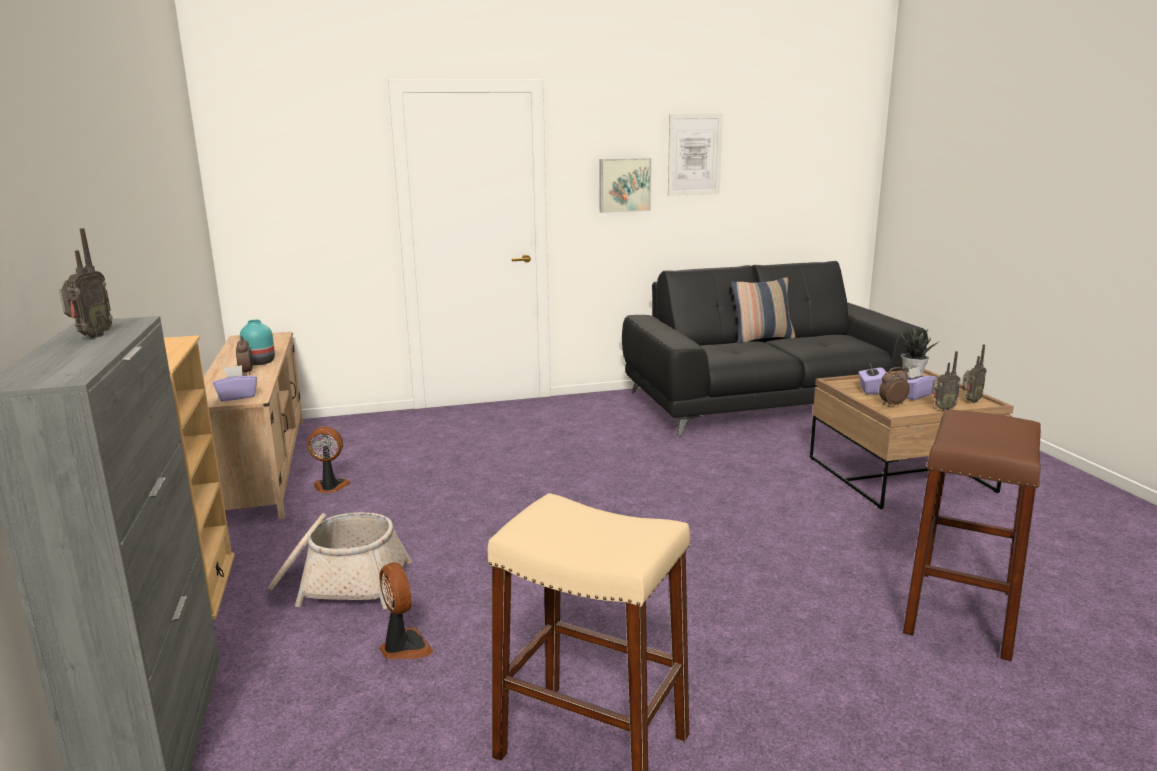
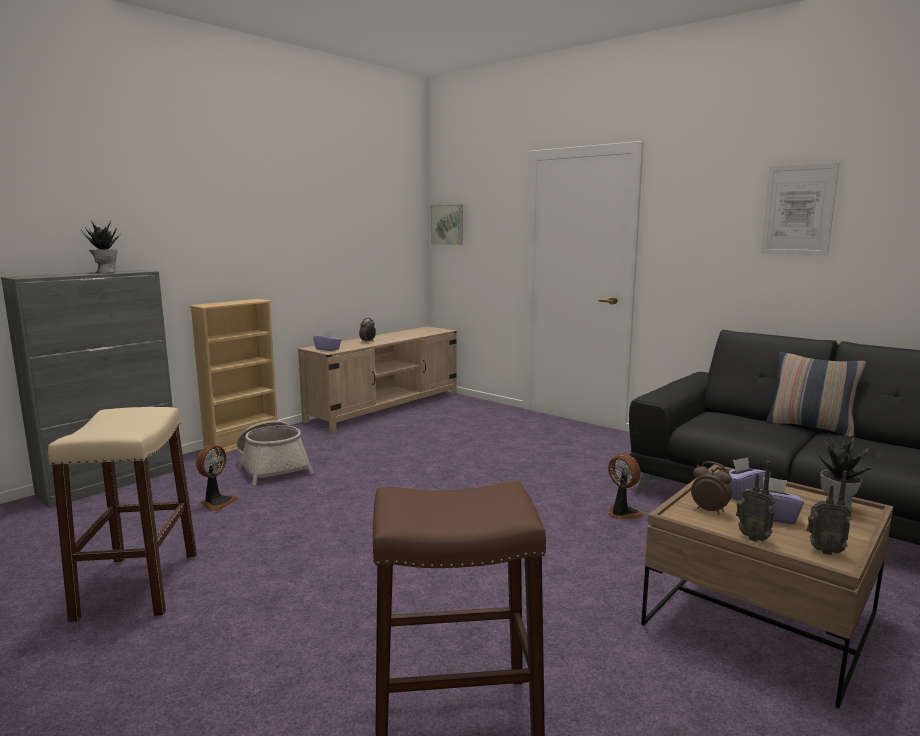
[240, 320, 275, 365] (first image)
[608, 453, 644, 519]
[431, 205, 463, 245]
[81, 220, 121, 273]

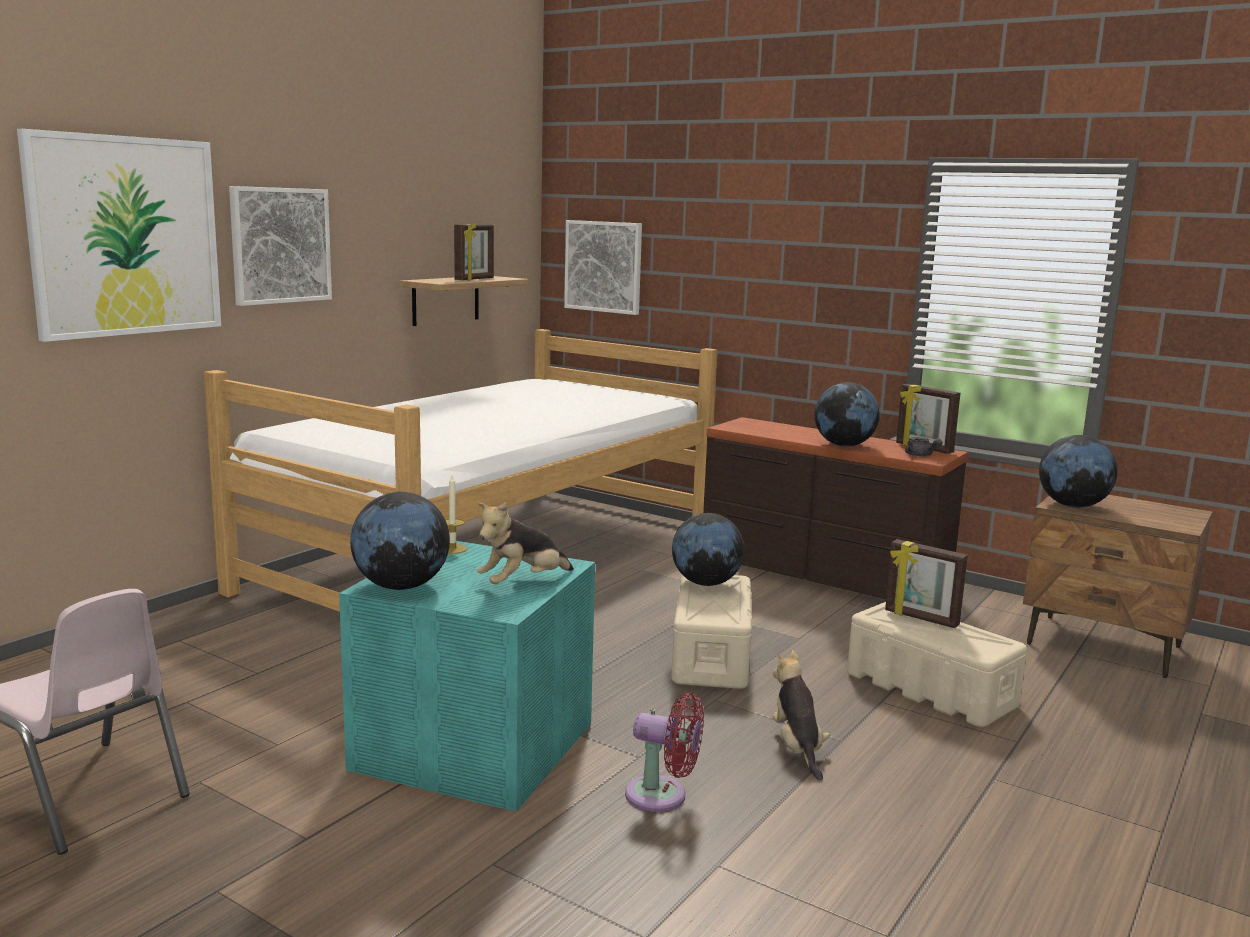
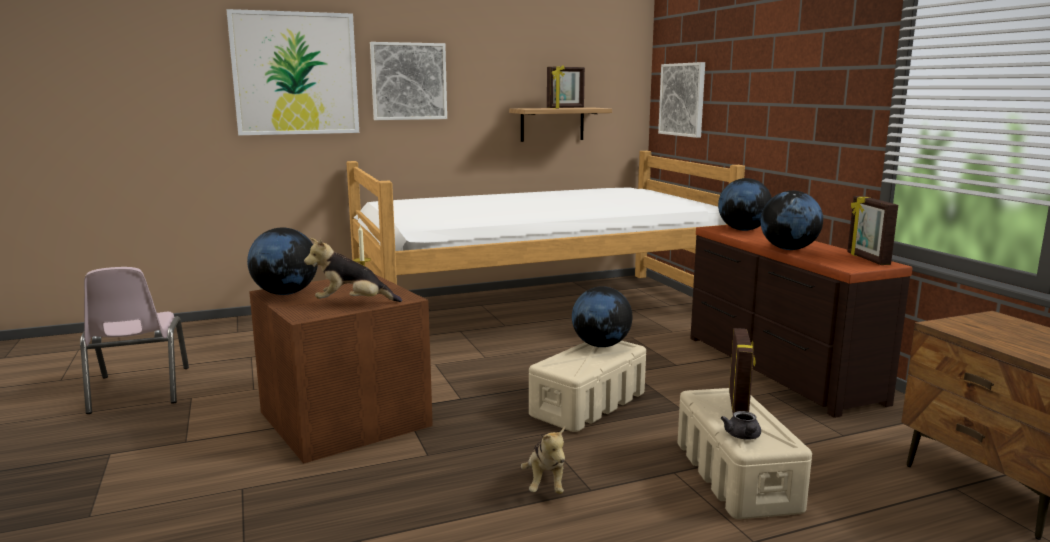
[625, 693, 704, 812] (first image)
[721, 411, 761, 440]
[718, 178, 772, 231]
[249, 274, 433, 464]
[521, 426, 565, 494]
[729, 328, 756, 414]

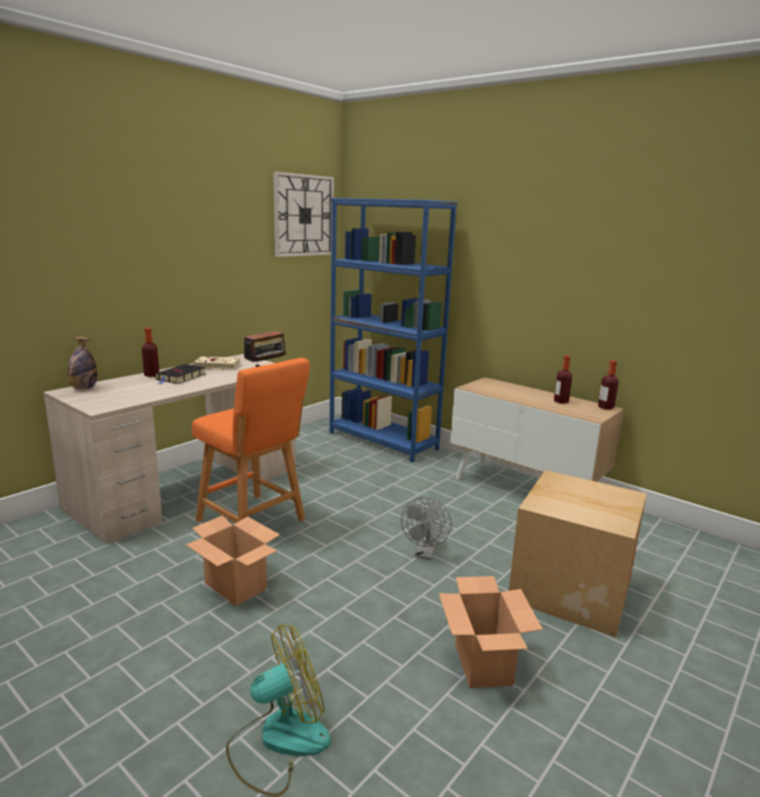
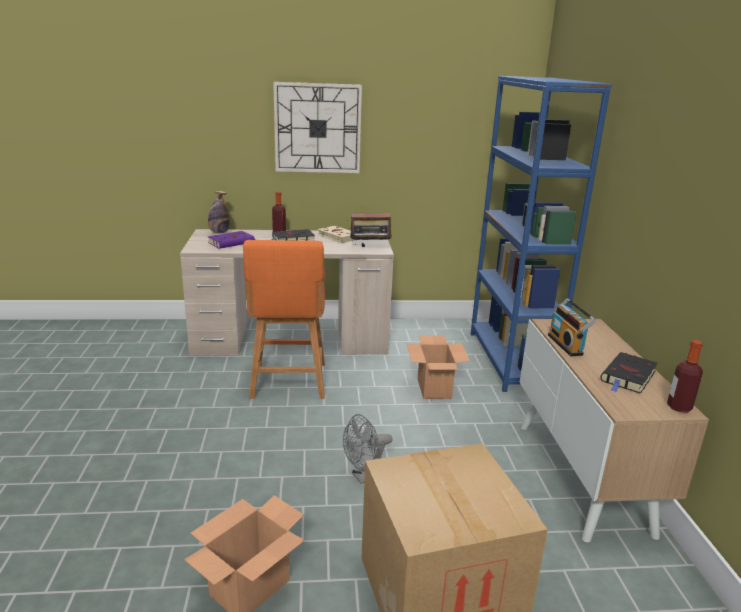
[226, 625, 331, 796] (first image)
[208, 231, 256, 249]
[548, 298, 596, 356]
[407, 336, 470, 399]
[273, 82, 362, 173]
[600, 352, 658, 394]

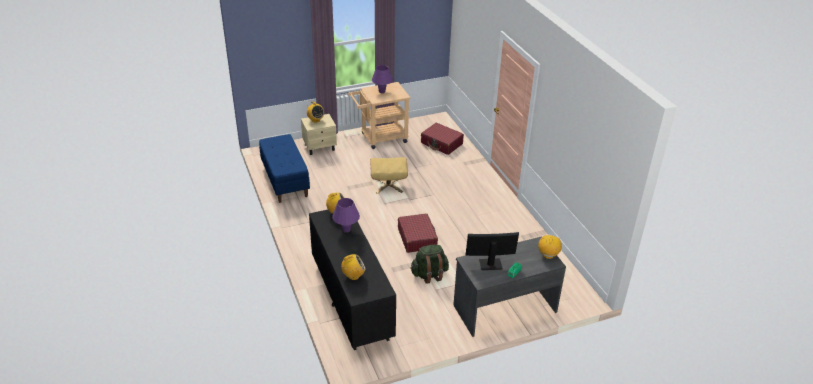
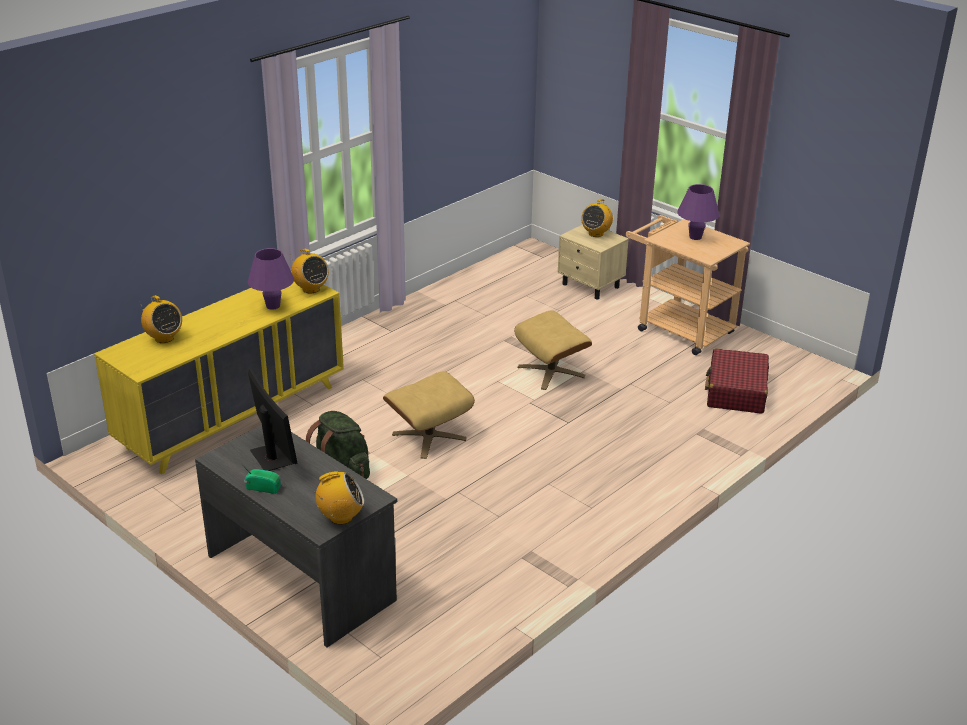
[259, 134, 310, 203] (first image)
[383, 371, 475, 459]
[94, 282, 344, 474]

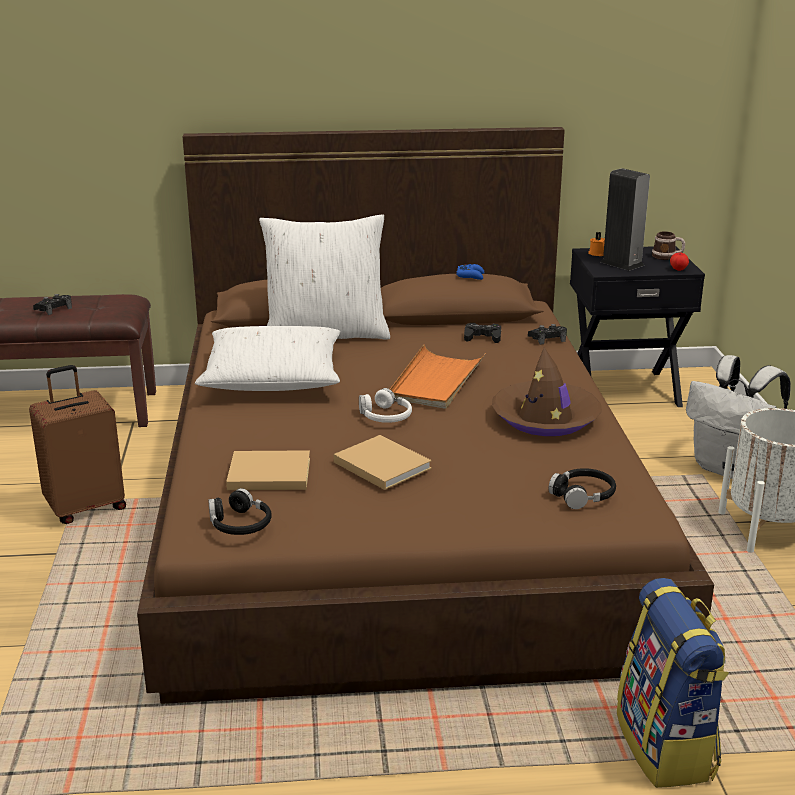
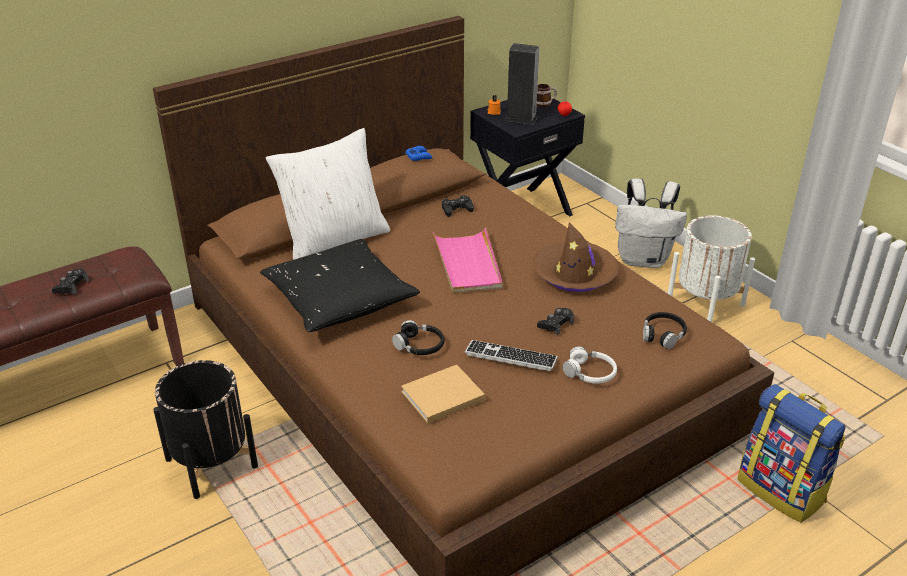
[392, 320, 444, 355]
[563, 346, 617, 384]
[537, 308, 574, 335]
[153, 360, 258, 499]
[465, 340, 558, 371]
[260, 239, 420, 332]
[433, 227, 502, 293]

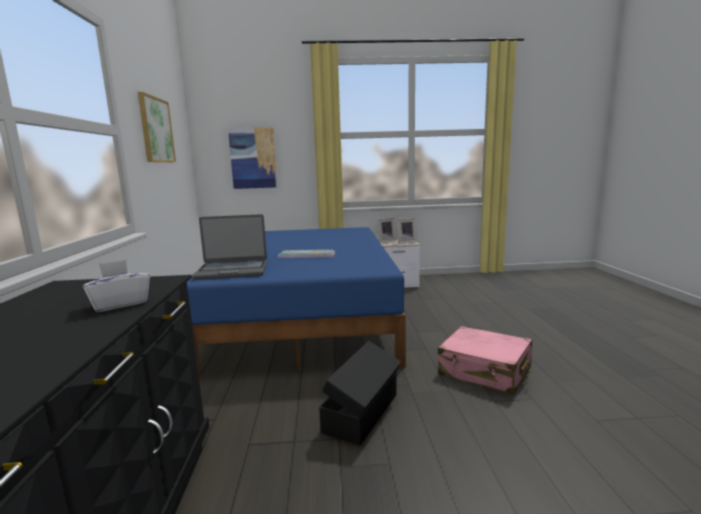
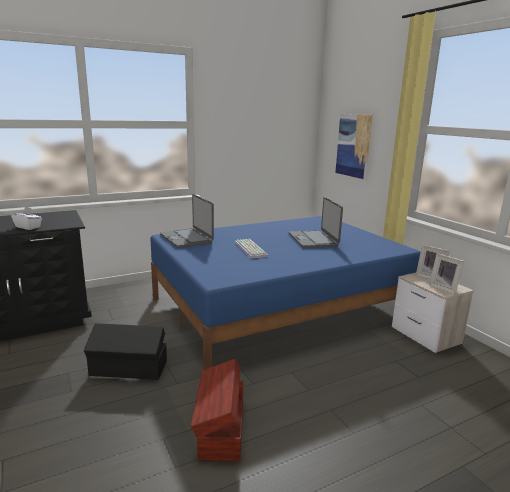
[138, 92, 176, 162] (first image)
[289, 197, 343, 248]
[191, 359, 244, 461]

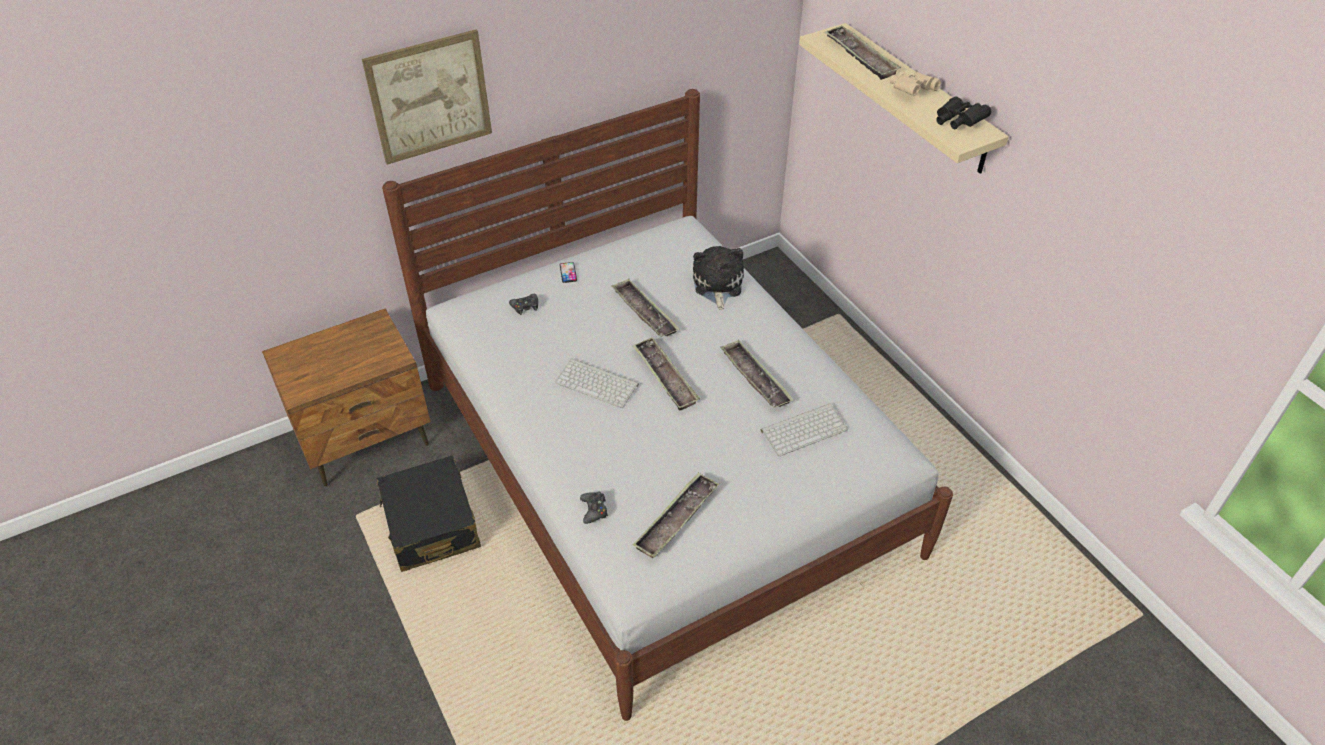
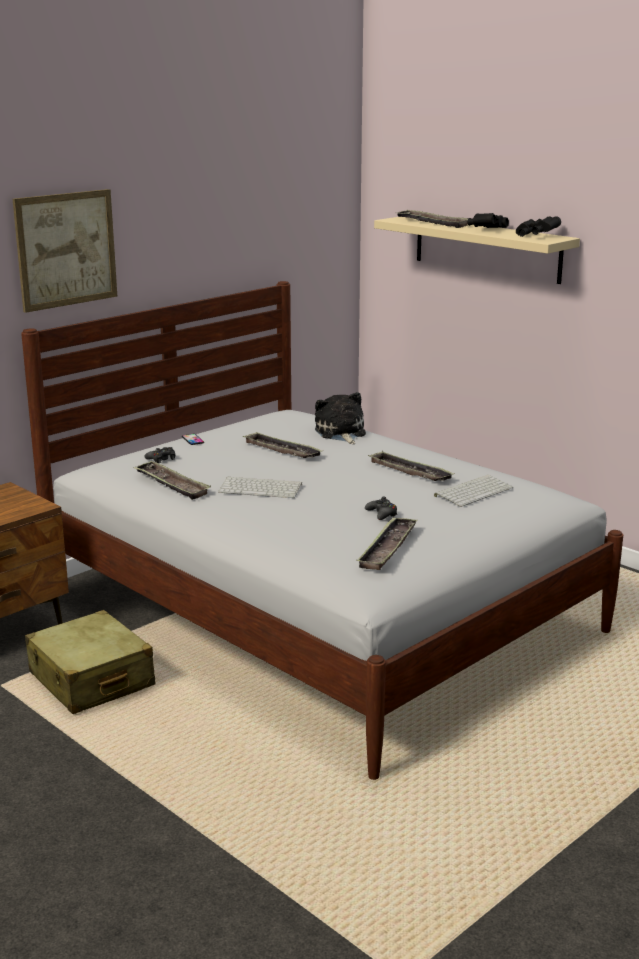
[365, 496, 397, 520]
[134, 460, 211, 500]
[25, 610, 156, 714]
[468, 213, 509, 228]

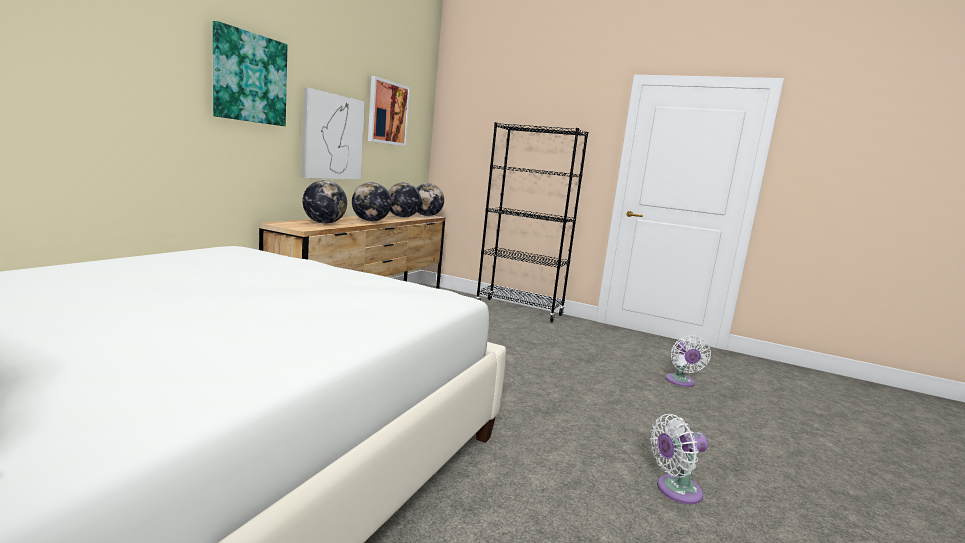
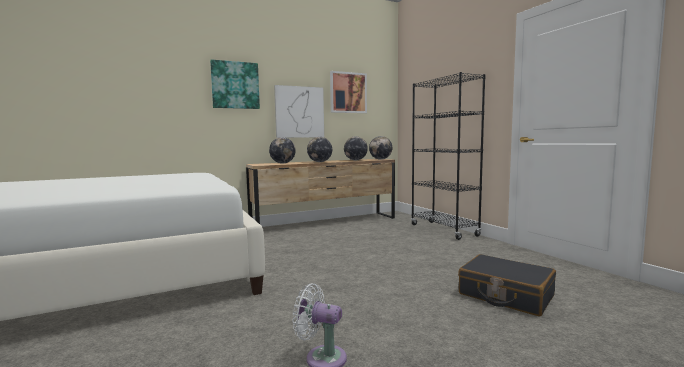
[458, 254, 556, 317]

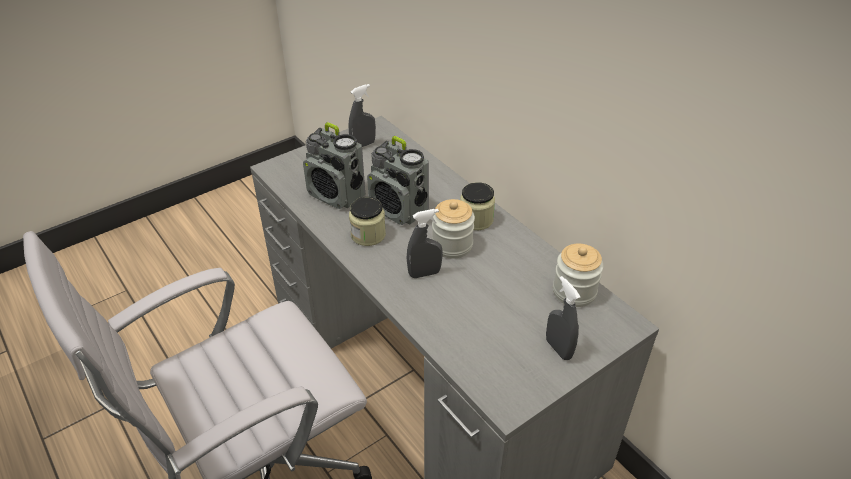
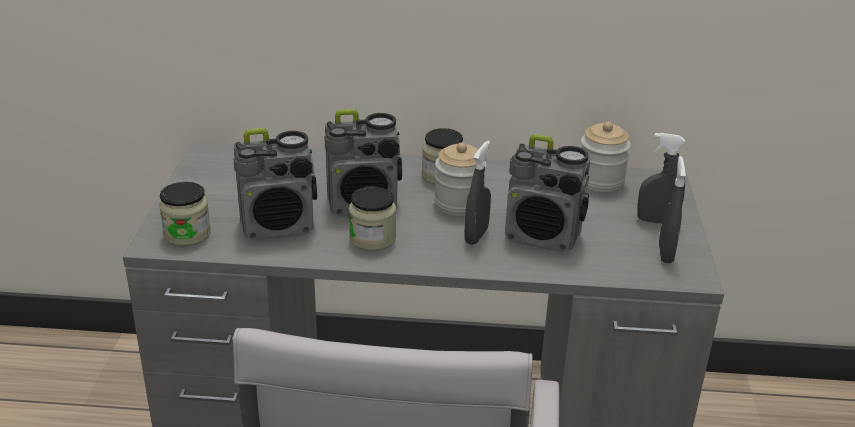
[159, 182, 211, 246]
[505, 134, 590, 252]
[659, 156, 686, 263]

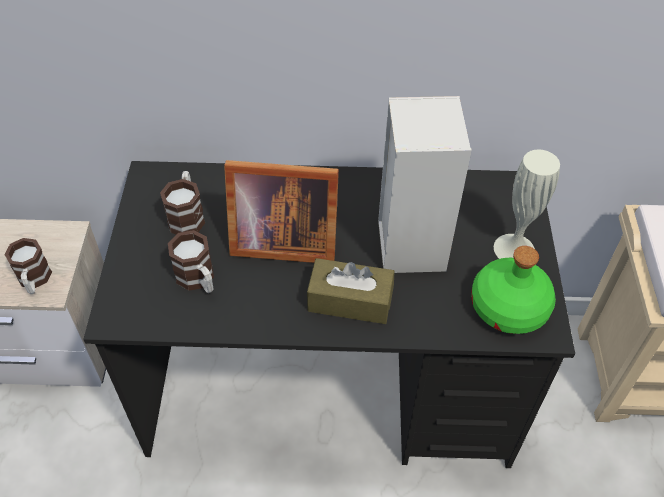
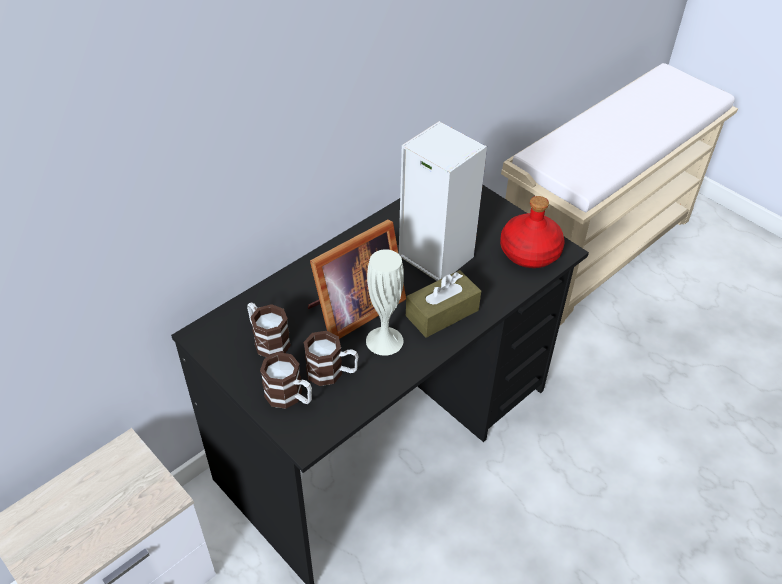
[260, 352, 312, 409]
[366, 249, 404, 356]
[500, 196, 565, 268]

